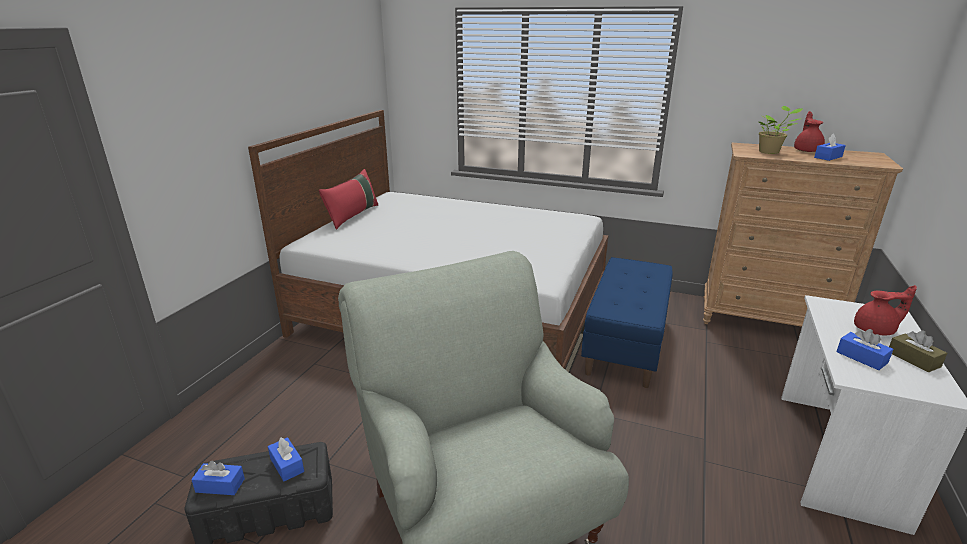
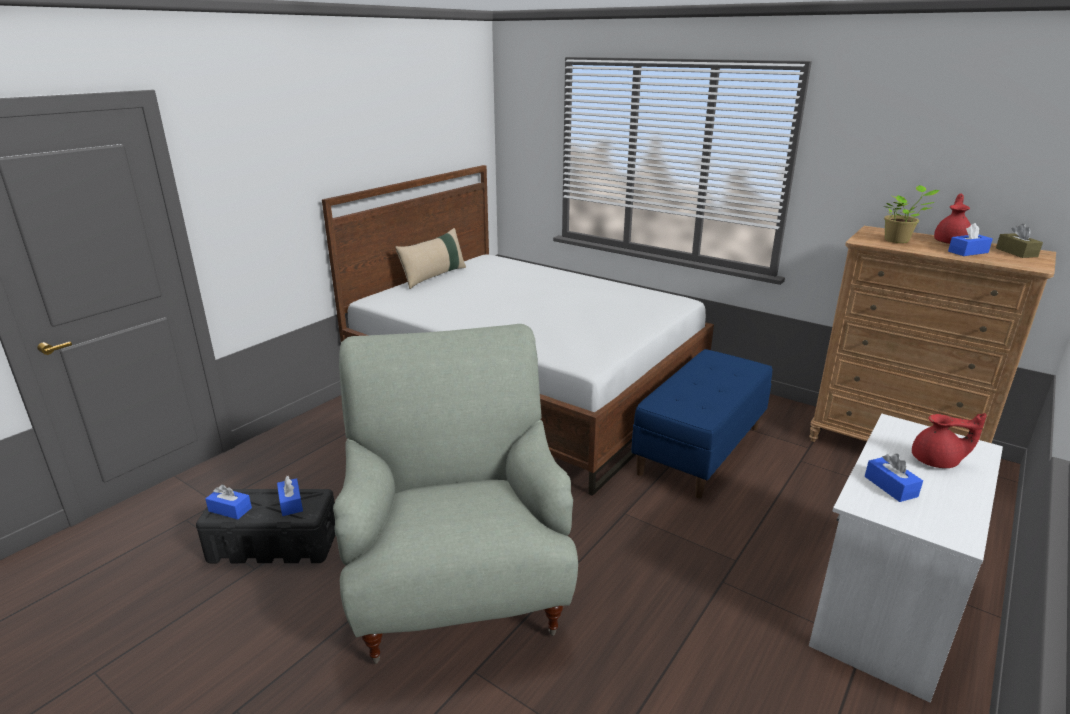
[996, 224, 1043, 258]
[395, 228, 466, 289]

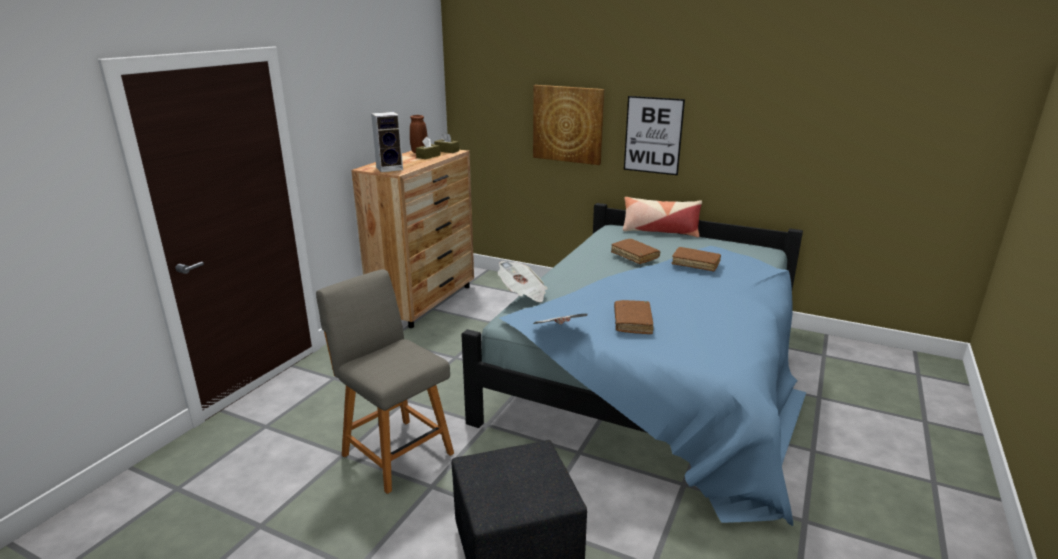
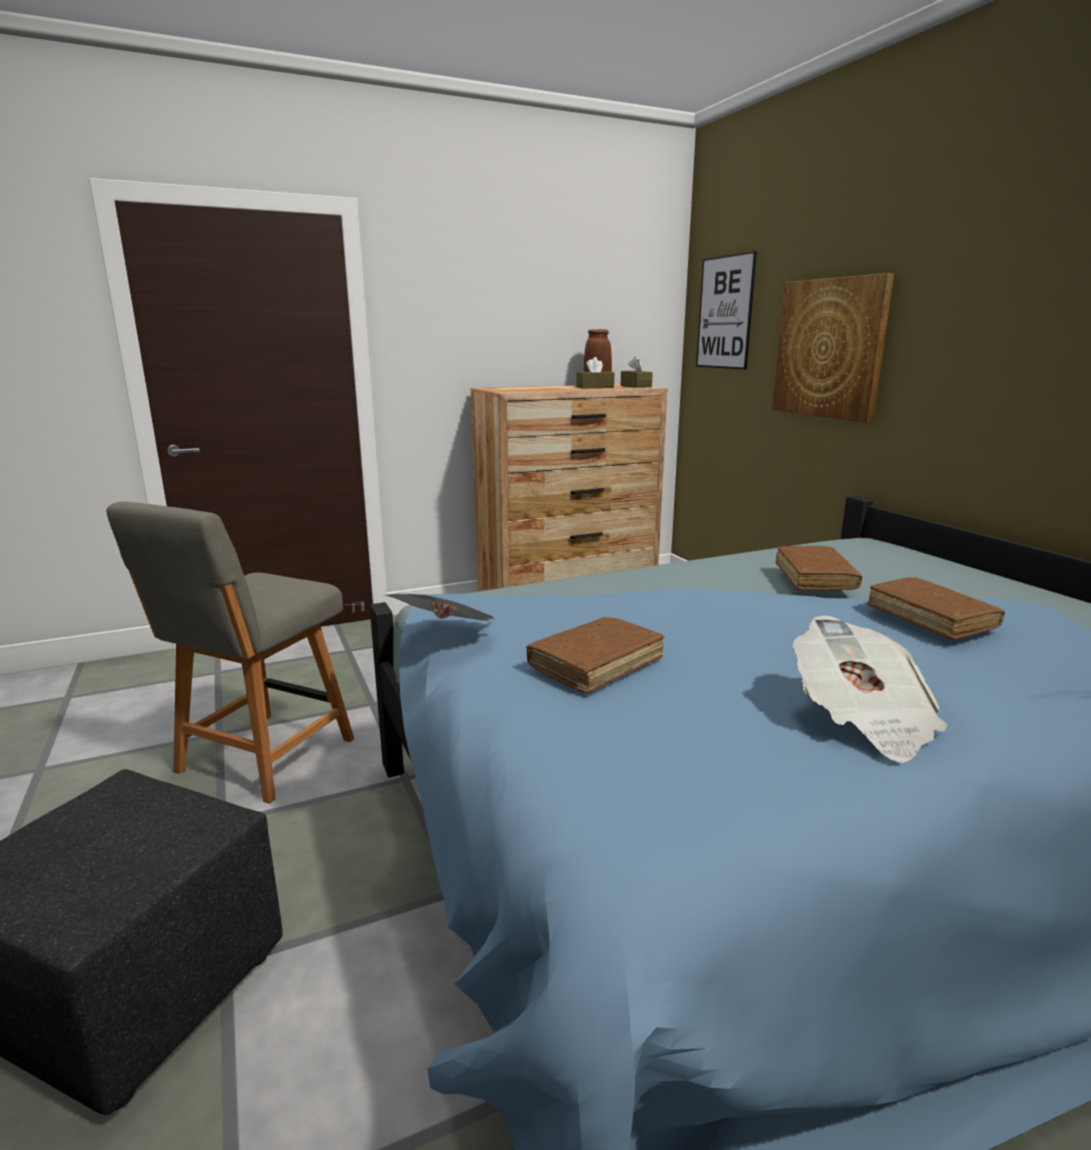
[371, 112, 403, 172] (first image)
[623, 197, 702, 237] (first image)
[793, 616, 948, 763]
[696, 251, 757, 369]
[106, 502, 354, 804]

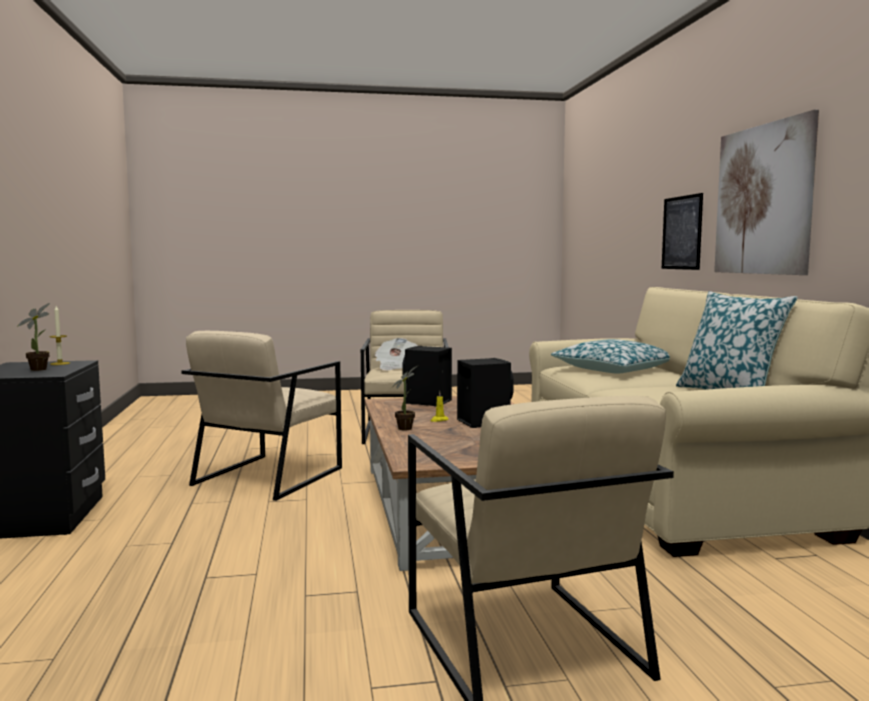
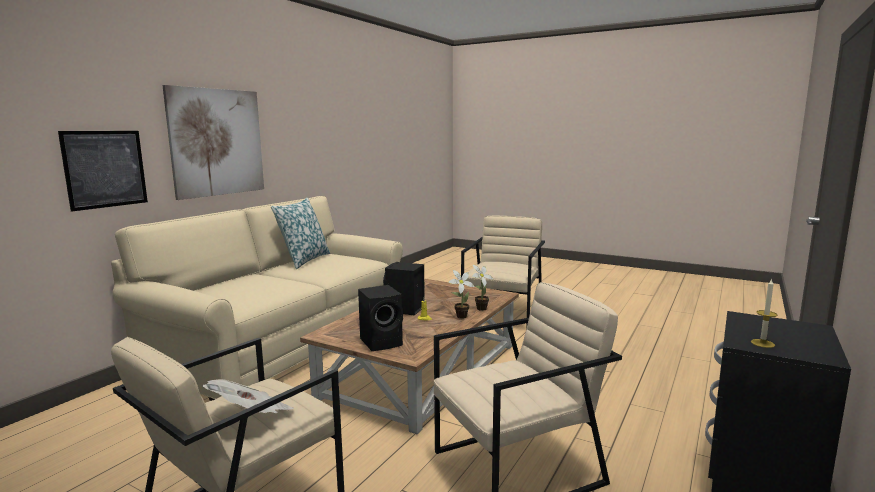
[551, 339, 670, 373] (first image)
[472, 265, 493, 311]

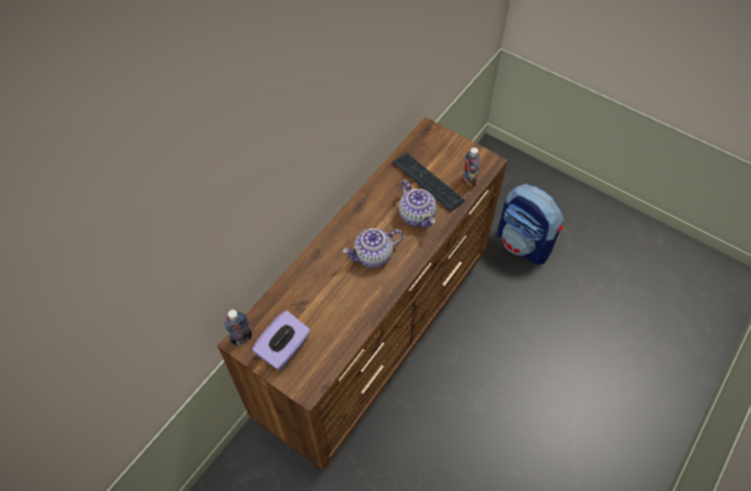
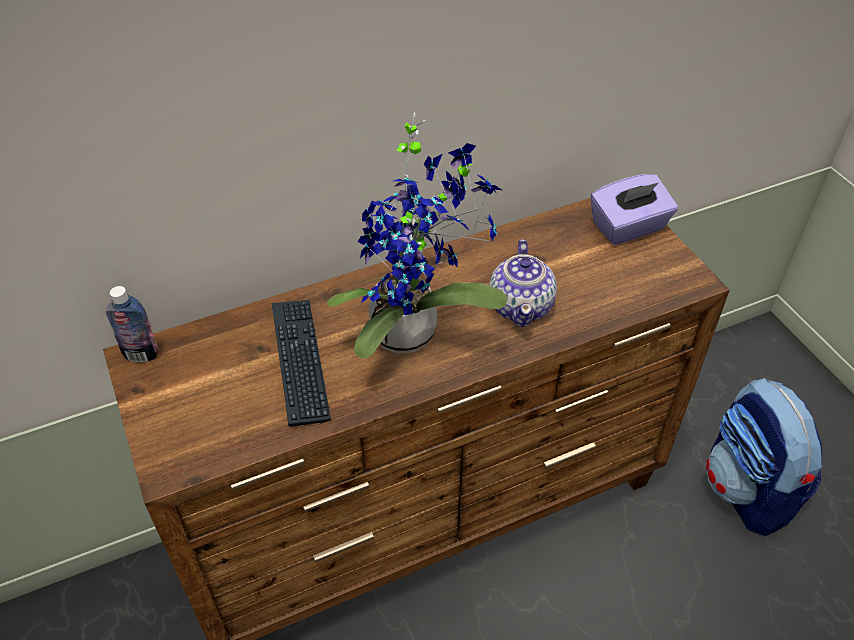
[462, 147, 480, 188] (first image)
[591, 174, 678, 245]
[272, 300, 331, 427]
[327, 112, 508, 358]

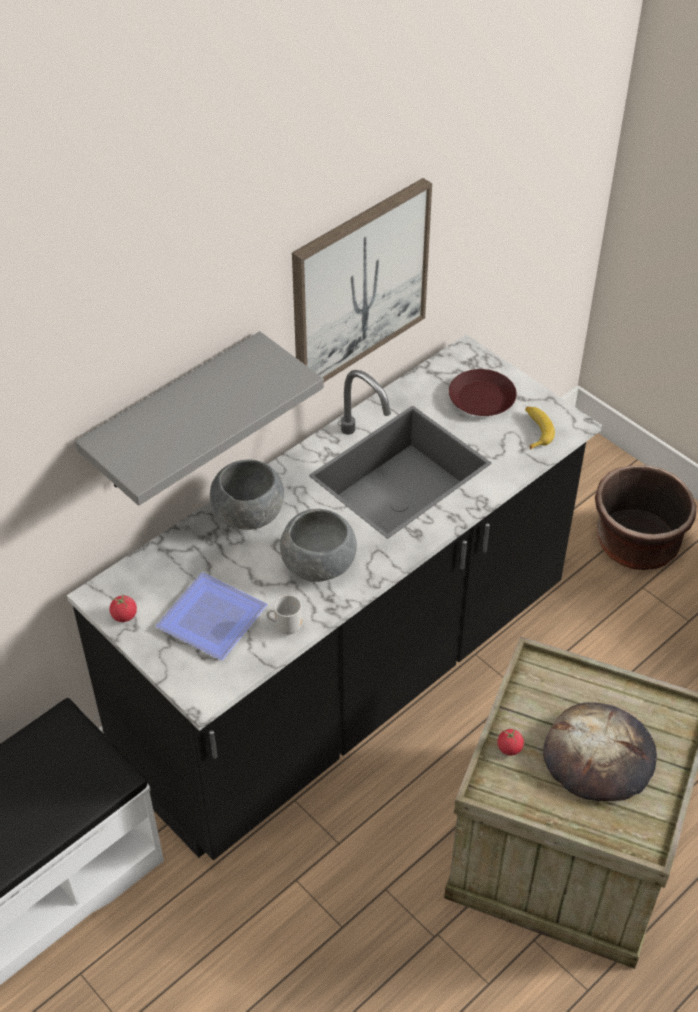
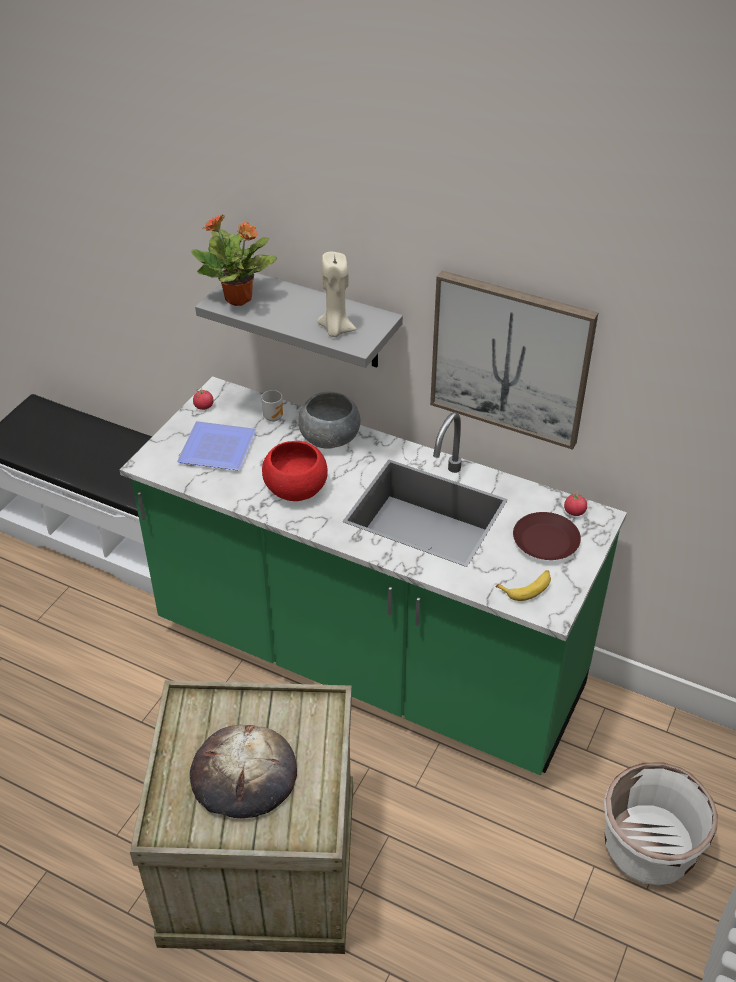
[191, 214, 277, 306]
[317, 252, 356, 337]
[261, 390, 283, 422]
[564, 491, 587, 516]
[119, 377, 627, 775]
[262, 441, 328, 501]
[604, 762, 718, 885]

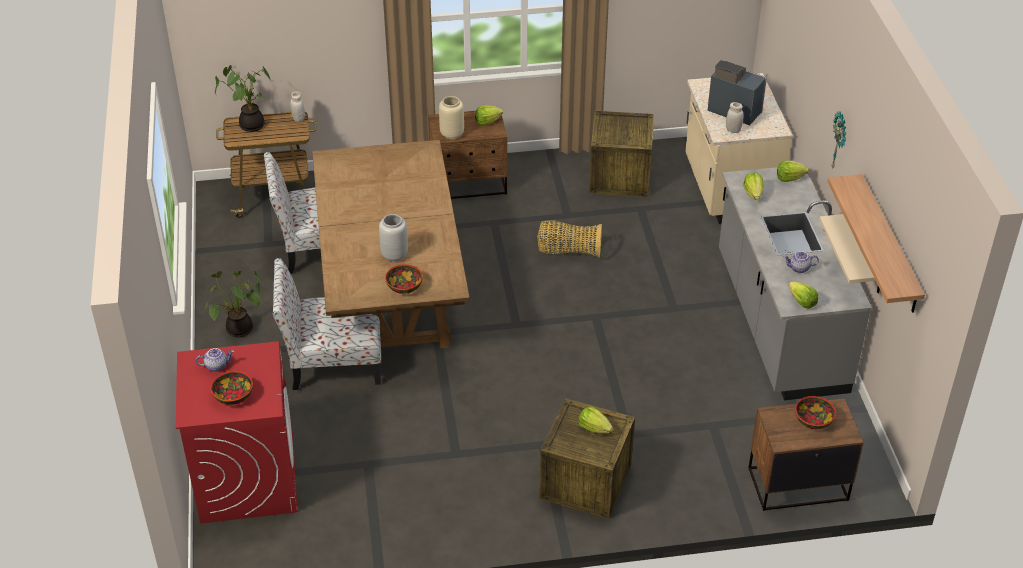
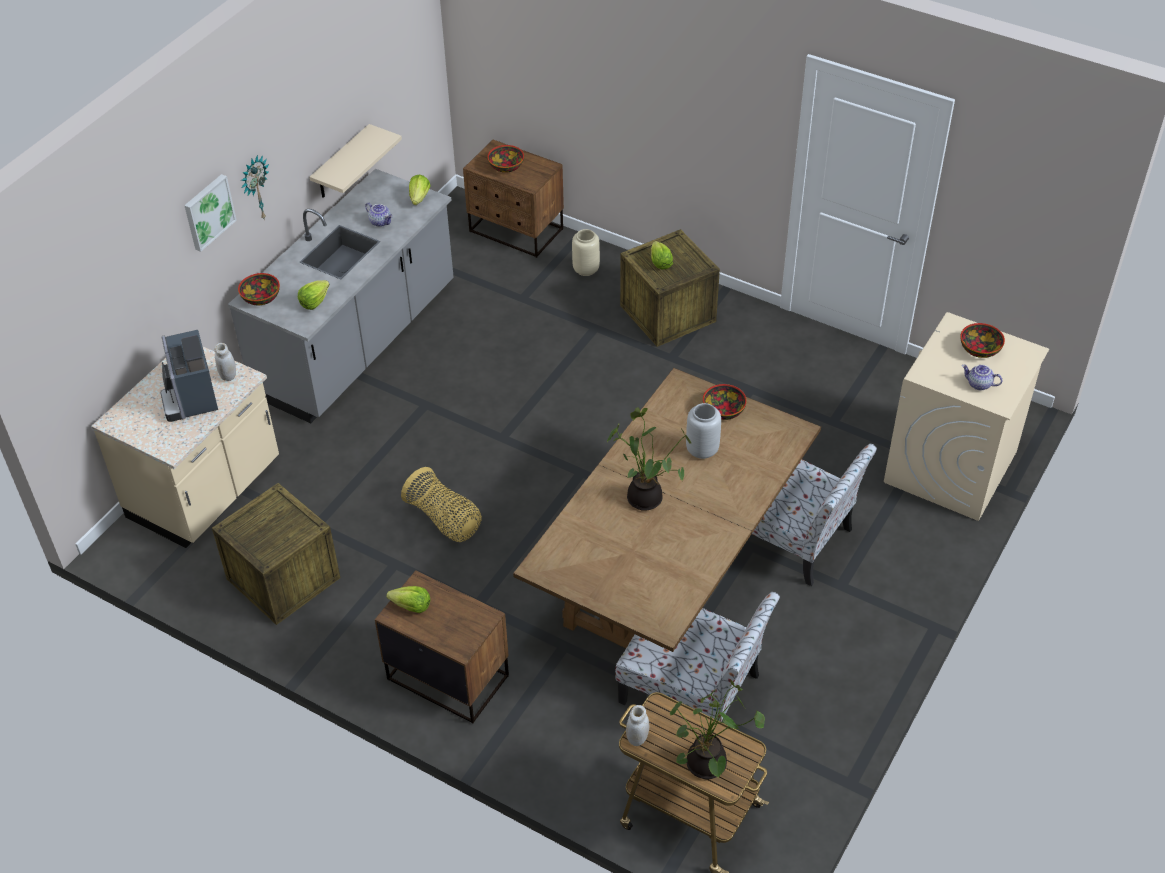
[827, 174, 925, 313] (first image)
[184, 174, 237, 252]
[607, 407, 691, 511]
[572, 229, 600, 276]
[238, 273, 280, 305]
[884, 312, 1049, 521]

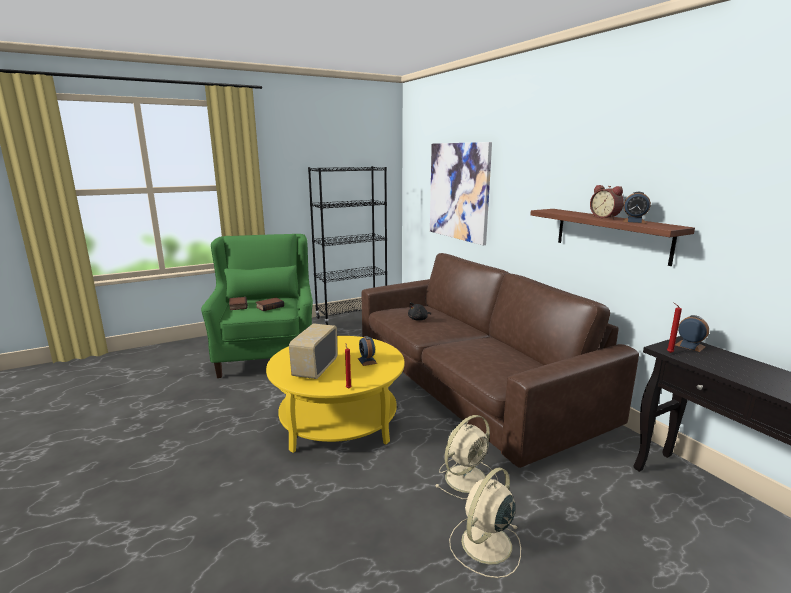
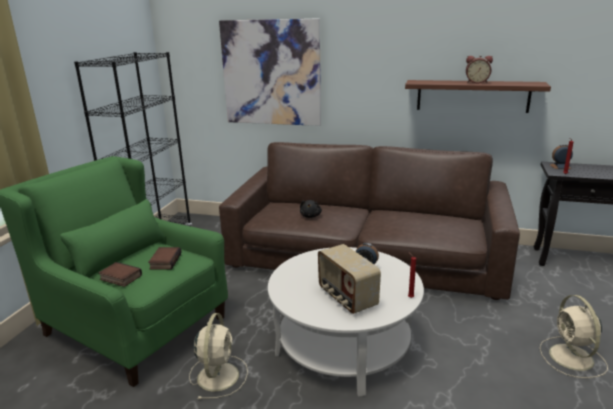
[623, 192, 651, 223] (first image)
[189, 313, 248, 400]
[268, 247, 424, 397]

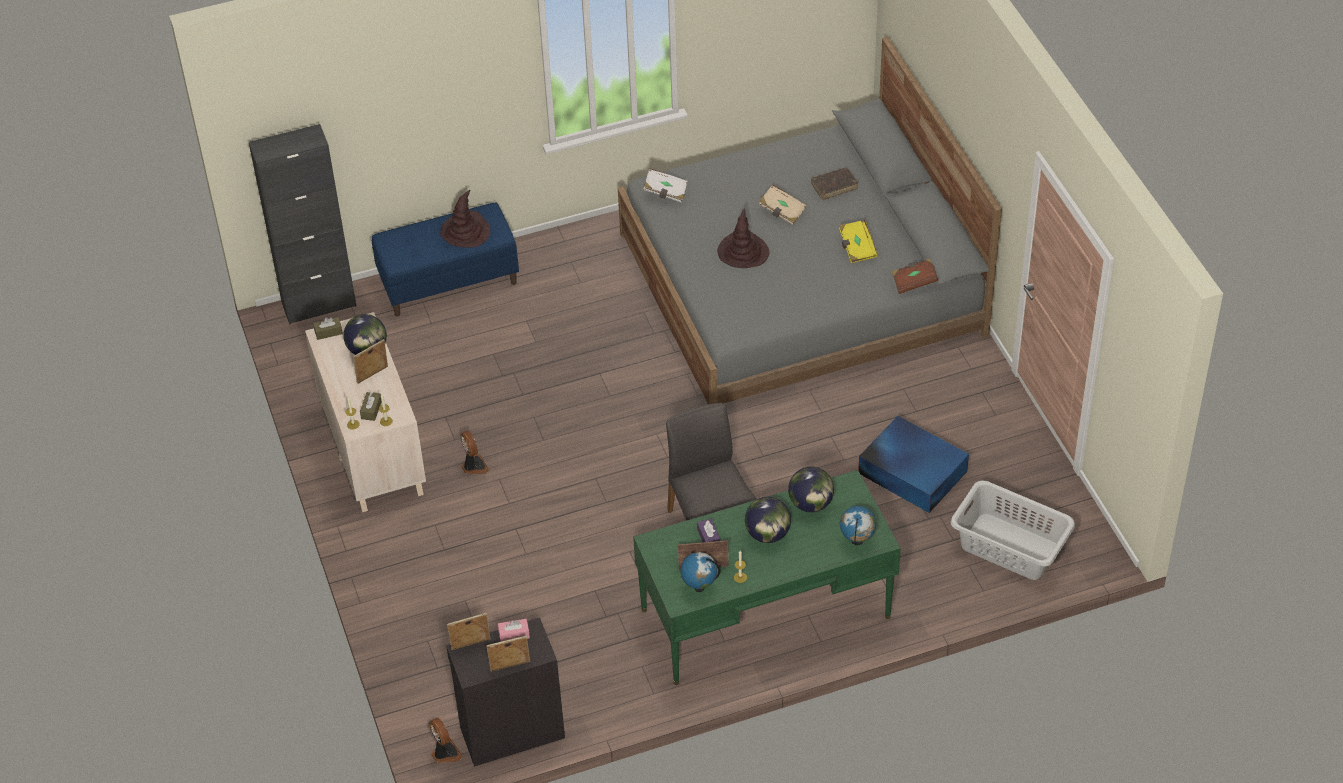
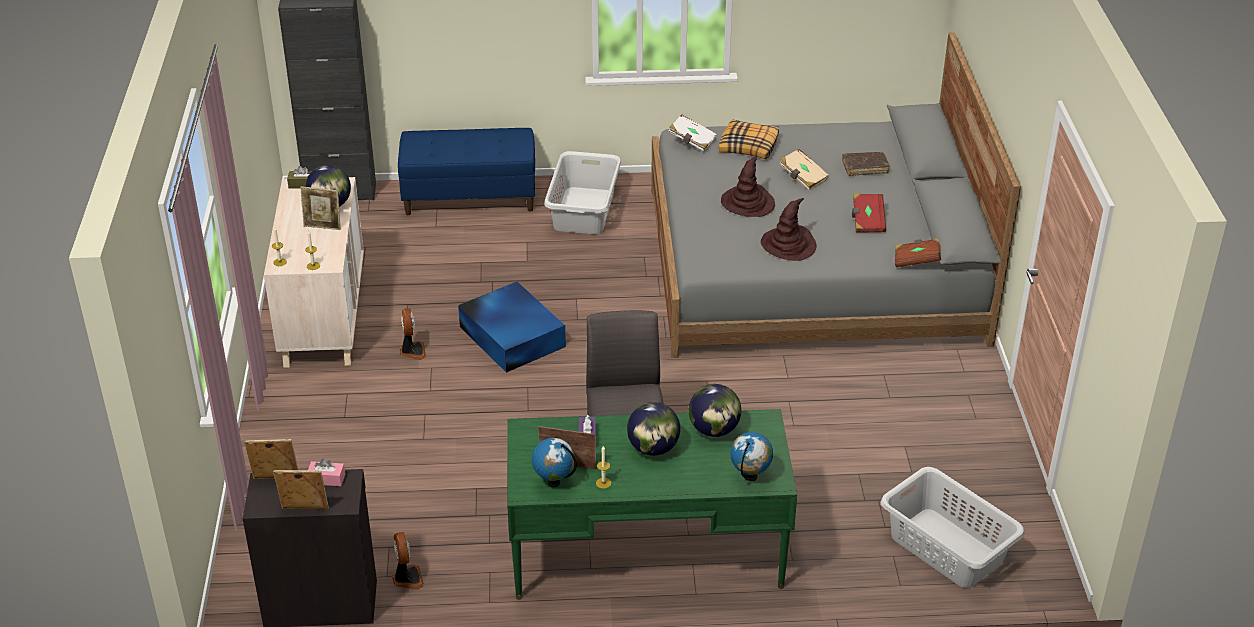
[360, 392, 382, 421] (first image)
[544, 151, 621, 234]
[719, 120, 779, 159]
[392, 532, 424, 589]
[761, 198, 817, 261]
[458, 282, 566, 373]
[852, 193, 886, 233]
[300, 186, 341, 230]

